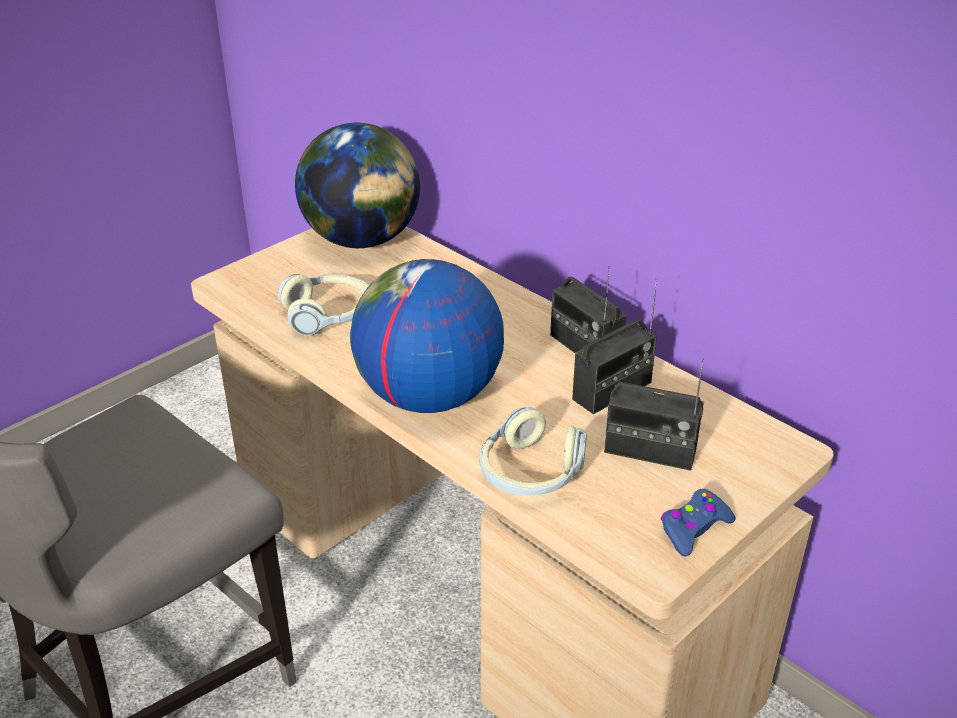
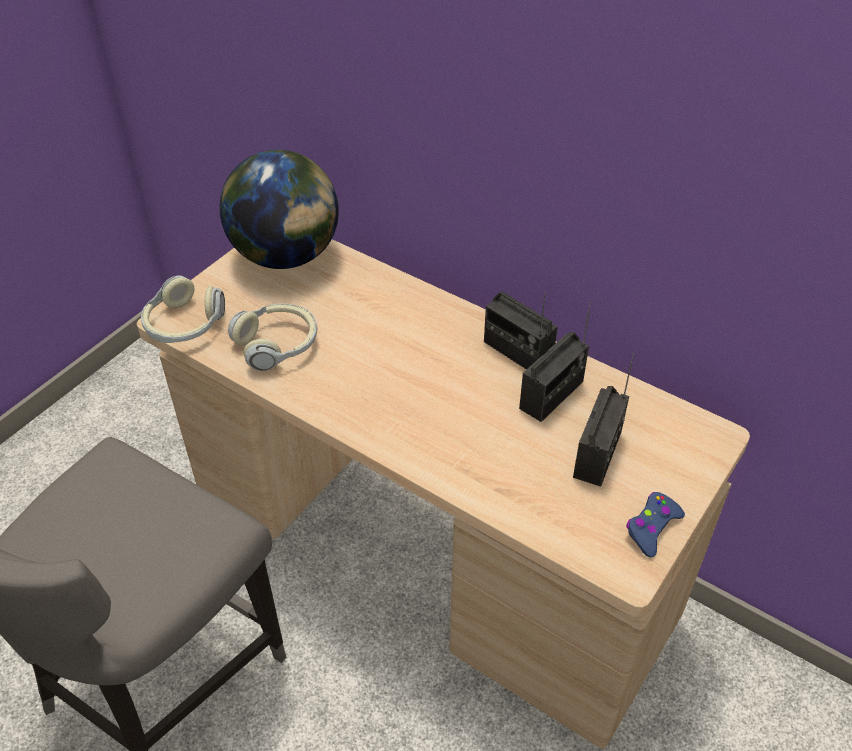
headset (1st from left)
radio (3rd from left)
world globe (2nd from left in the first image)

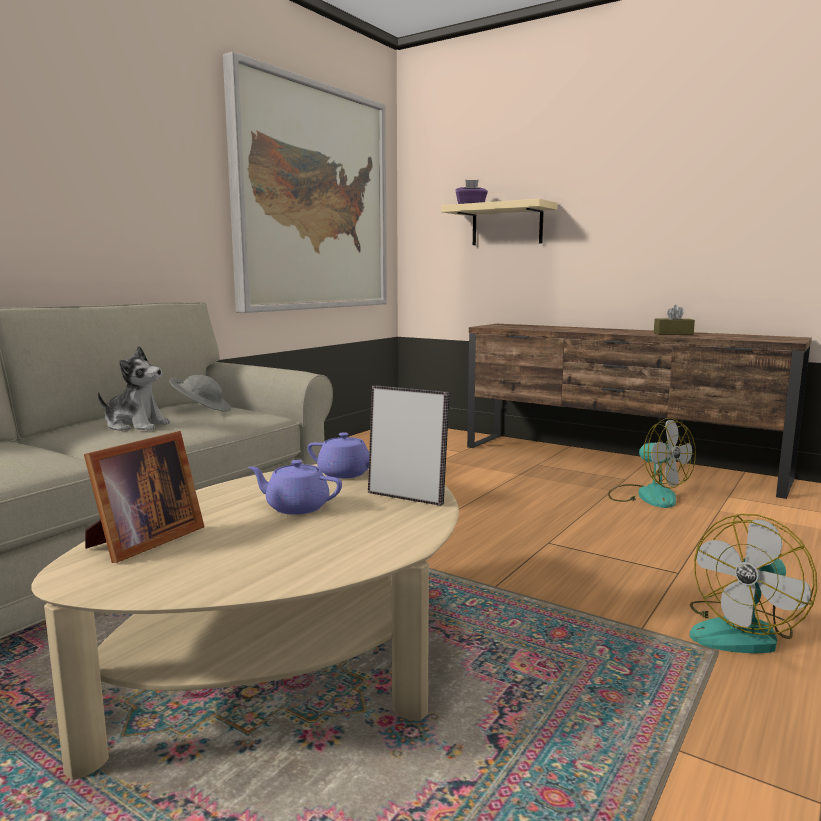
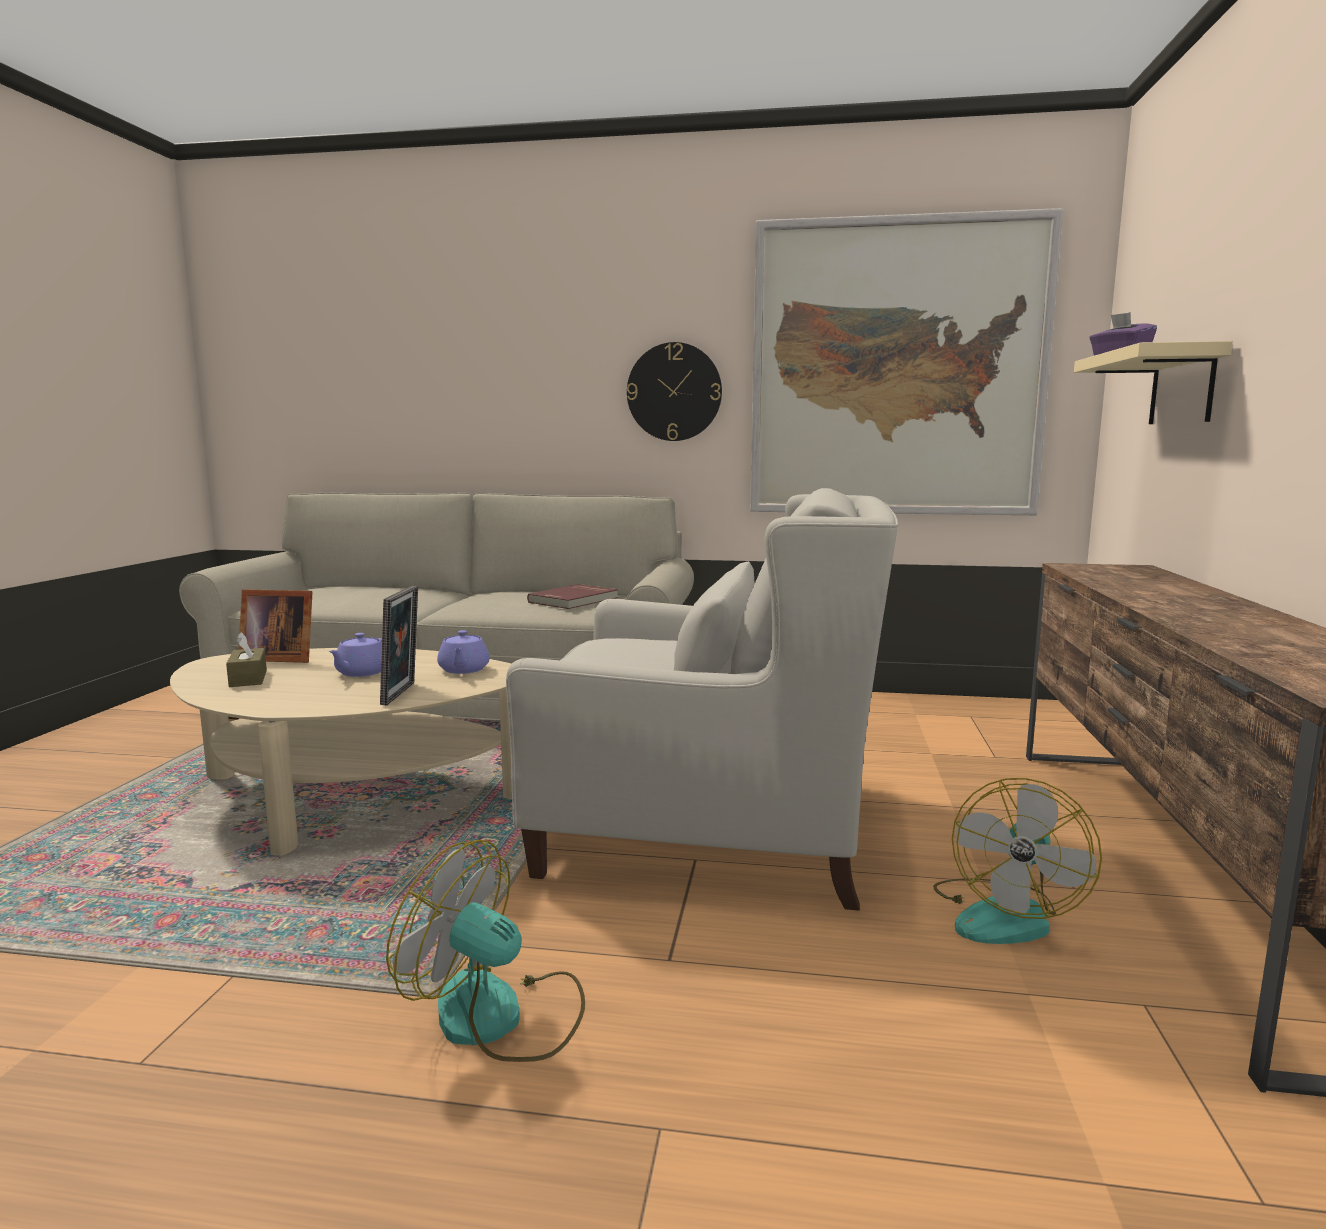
brown-coloured tissue box
purplish tea pot (1st from left)
whitish armchair
reddish bound book
clock on the wall
soft toy

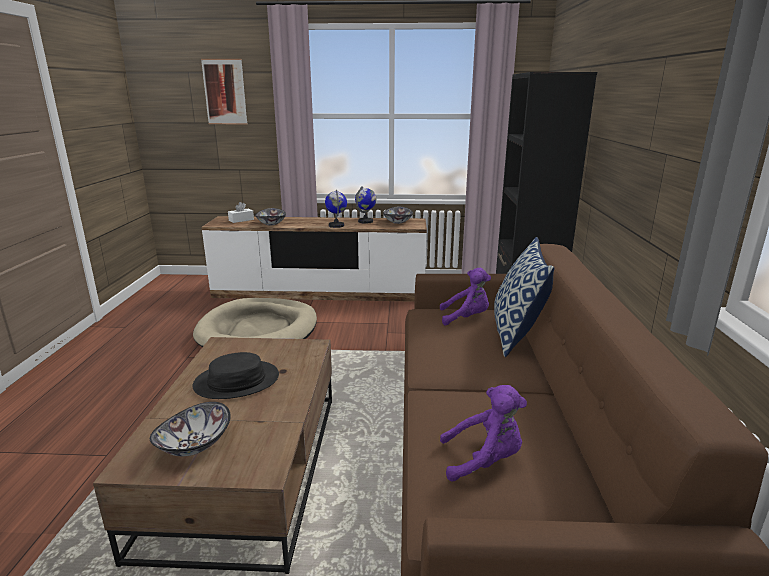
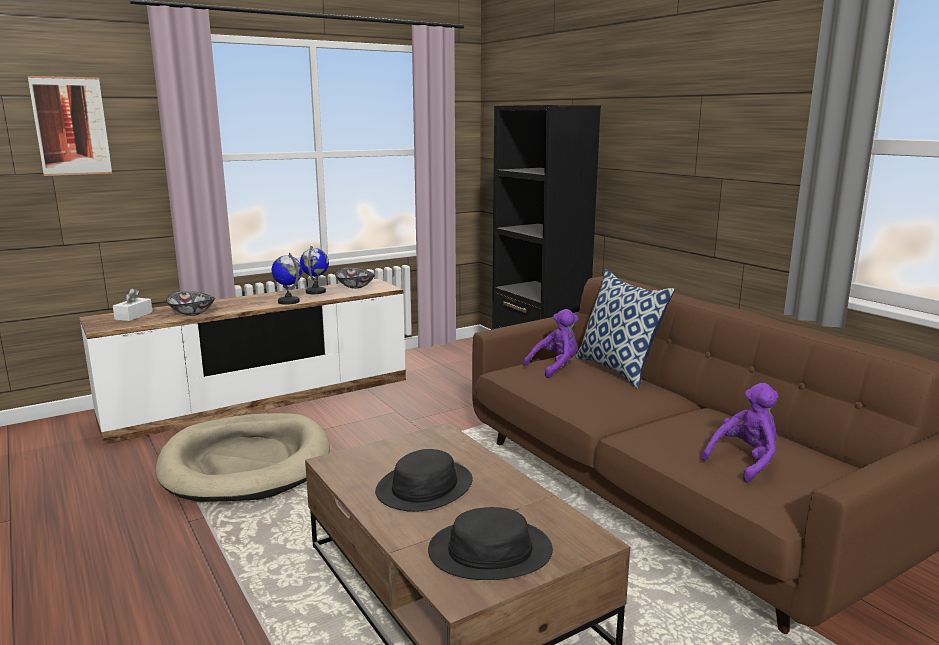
black-coloured clothing hat (2nd from left)

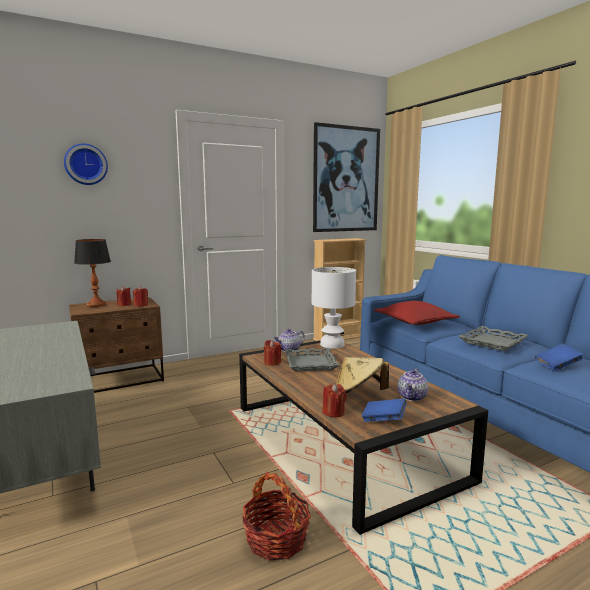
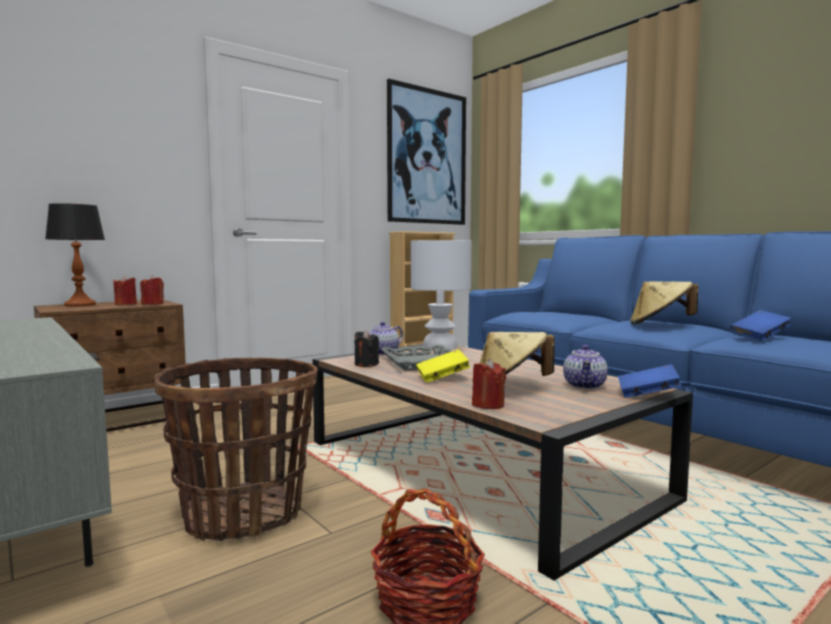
storage basket (1st from left)
black-coloured candle
yellow-coloured bound book
blue-coloured bound book (1st from left)
sand-coloured clothing hat (2nd from left)
clock on the wall
reddish cushion

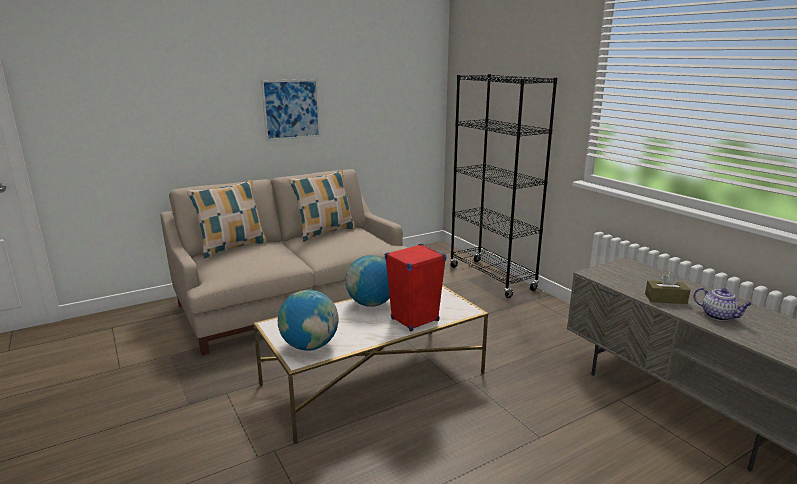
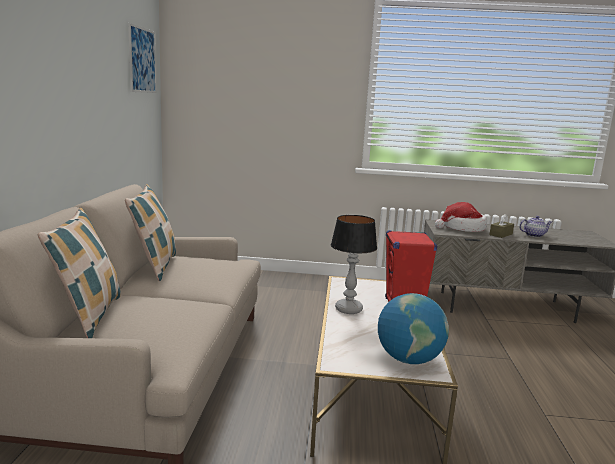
wall art
tabletop lamp
clothing hat
black-coloured shelving unit

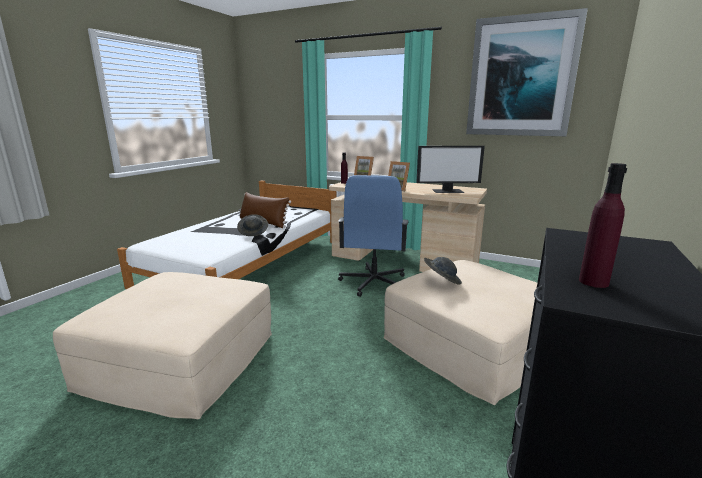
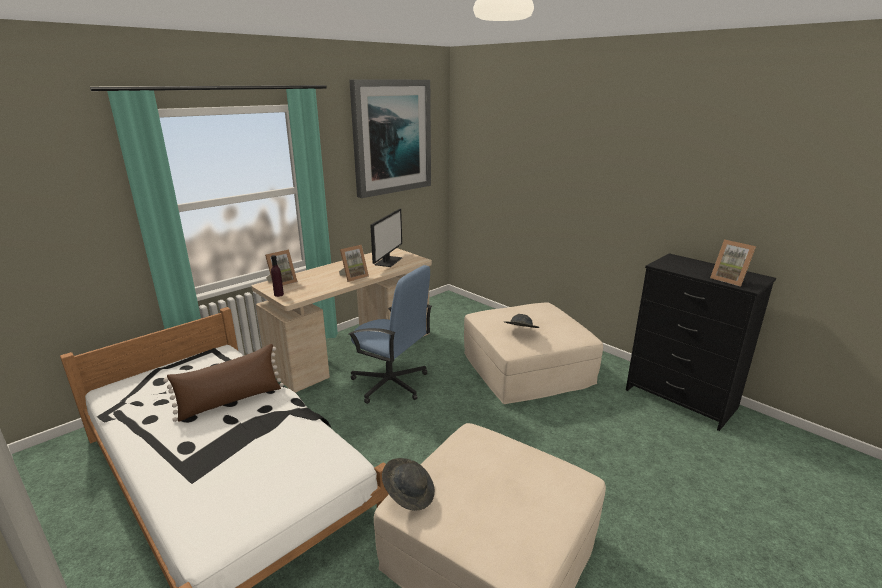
gray clothing hat (1st from left)
picture frame (3rd from left)

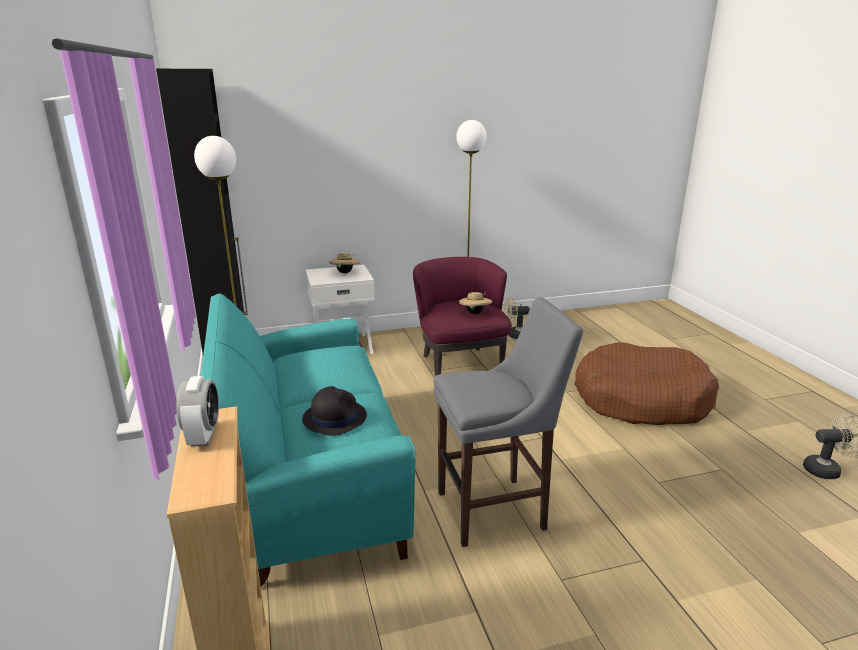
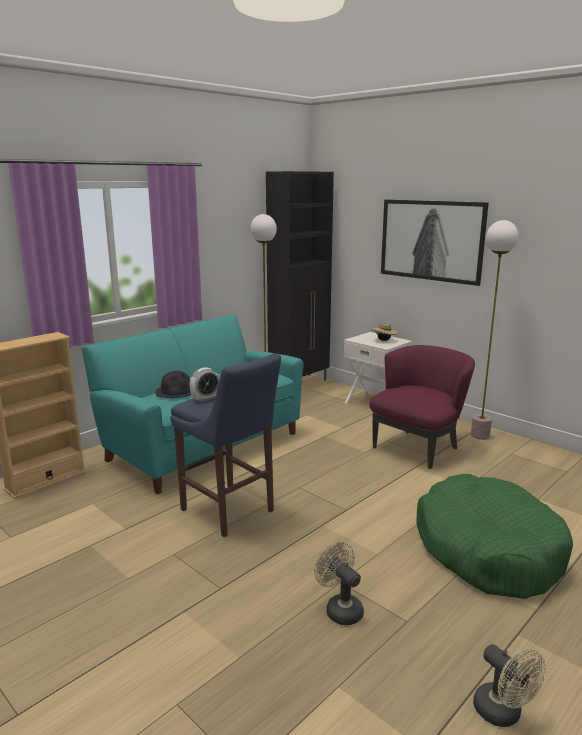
blue-coloured stool
table clock
sand-coloured electric fan (1st from left)
wall art
green dog bed
sand-coloured clothing hat (2nd from left in the first image)

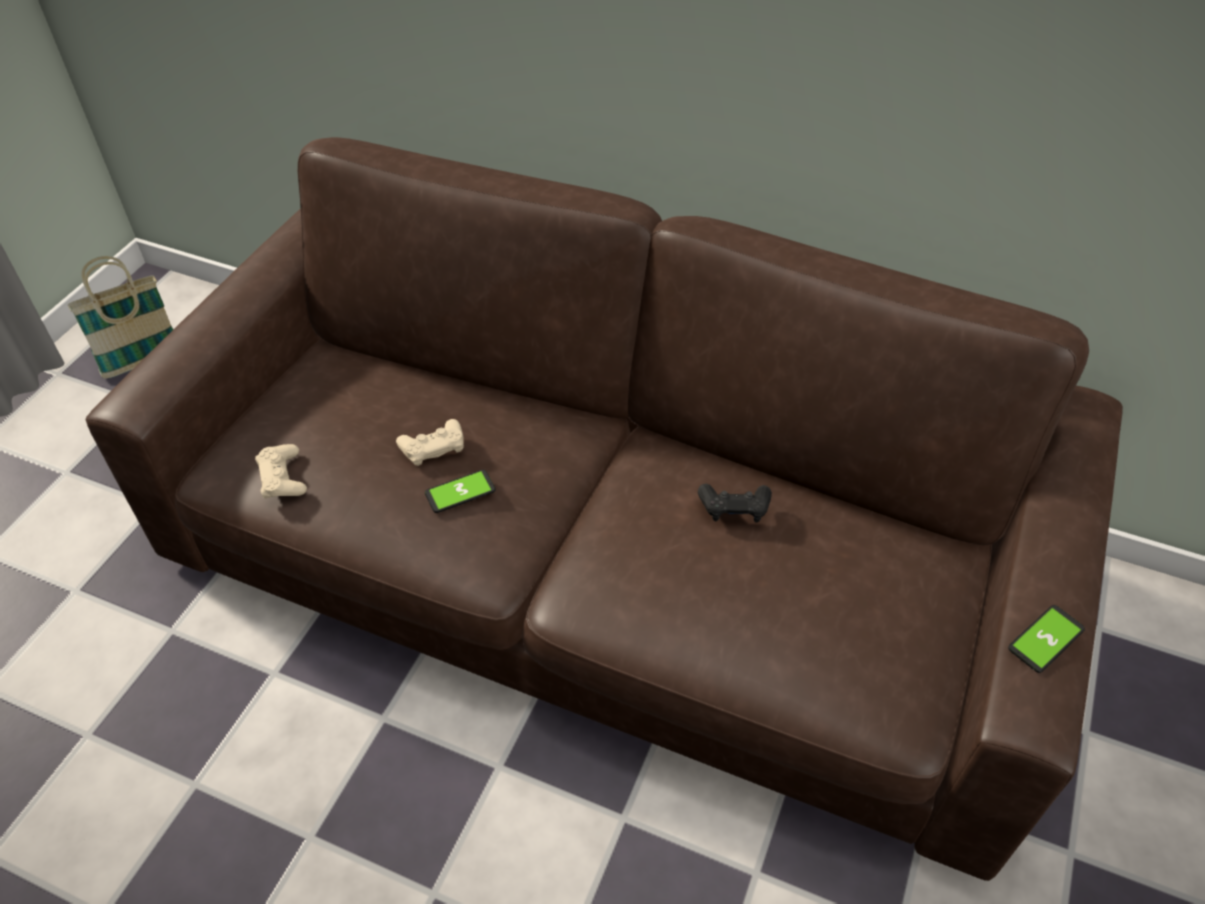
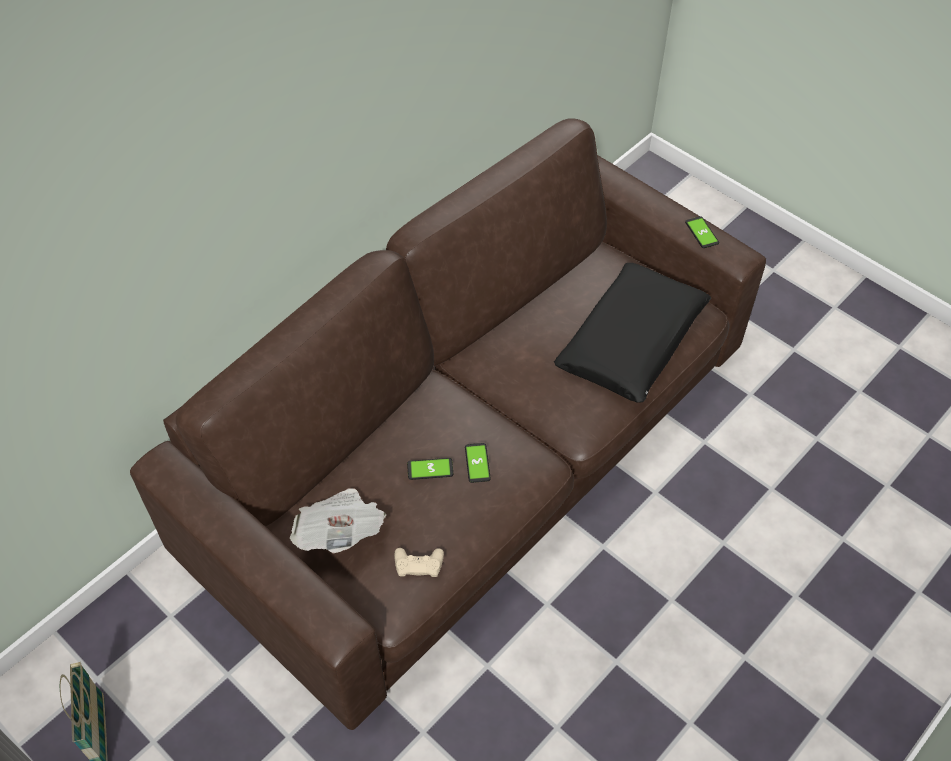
newspaper
phone (1st from left)
black-coloured cushion
black-coloured joypad

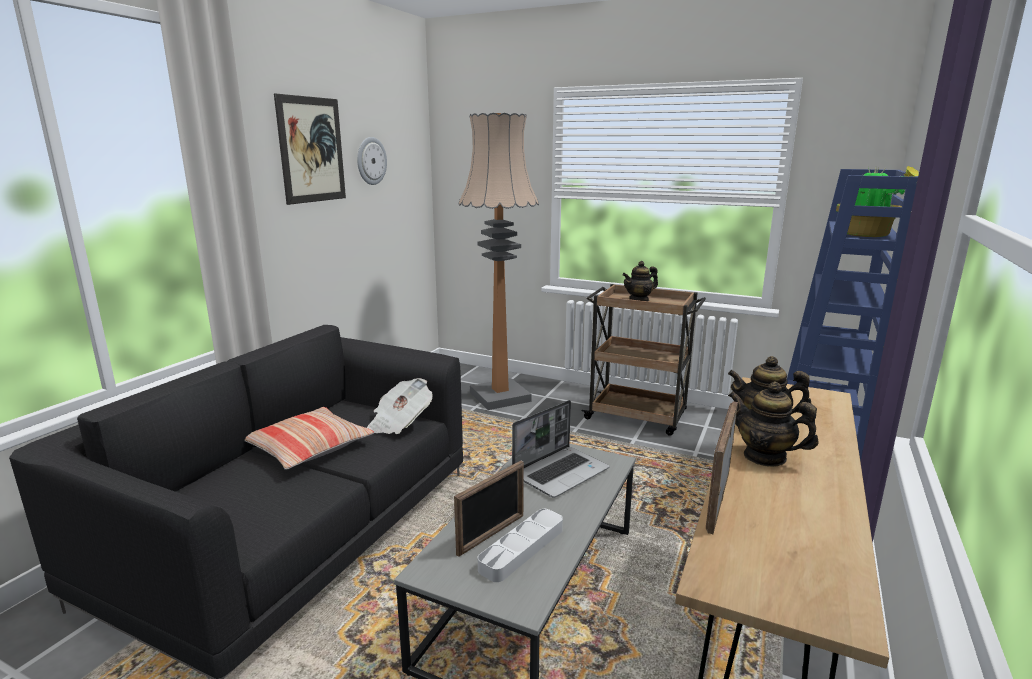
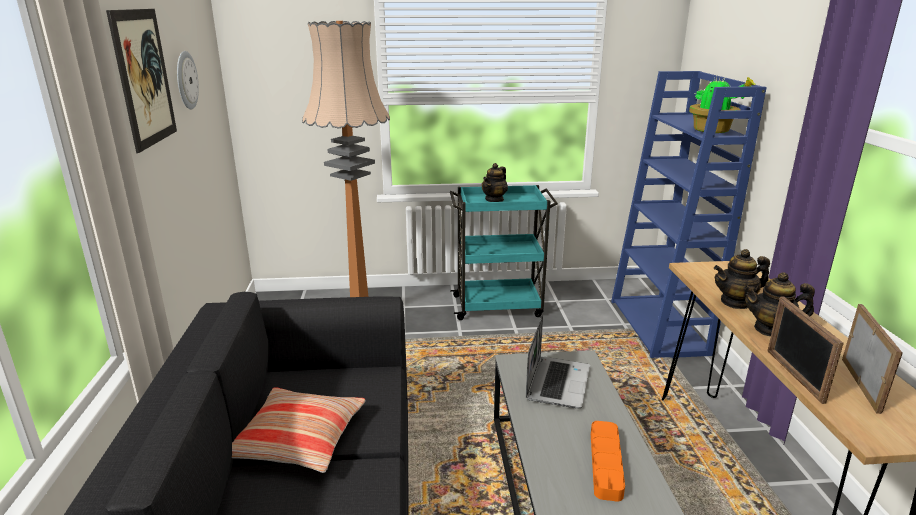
turquoise cart
orange tray
picture frame (2nd from left)
newspaper

